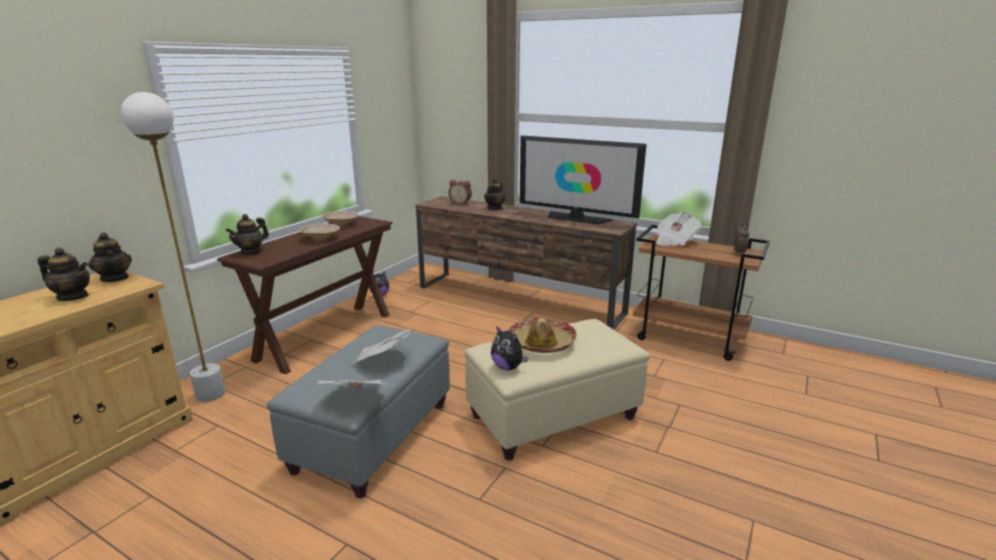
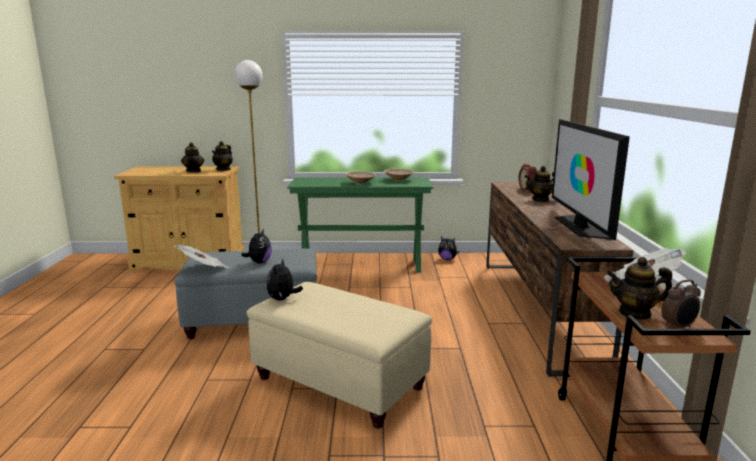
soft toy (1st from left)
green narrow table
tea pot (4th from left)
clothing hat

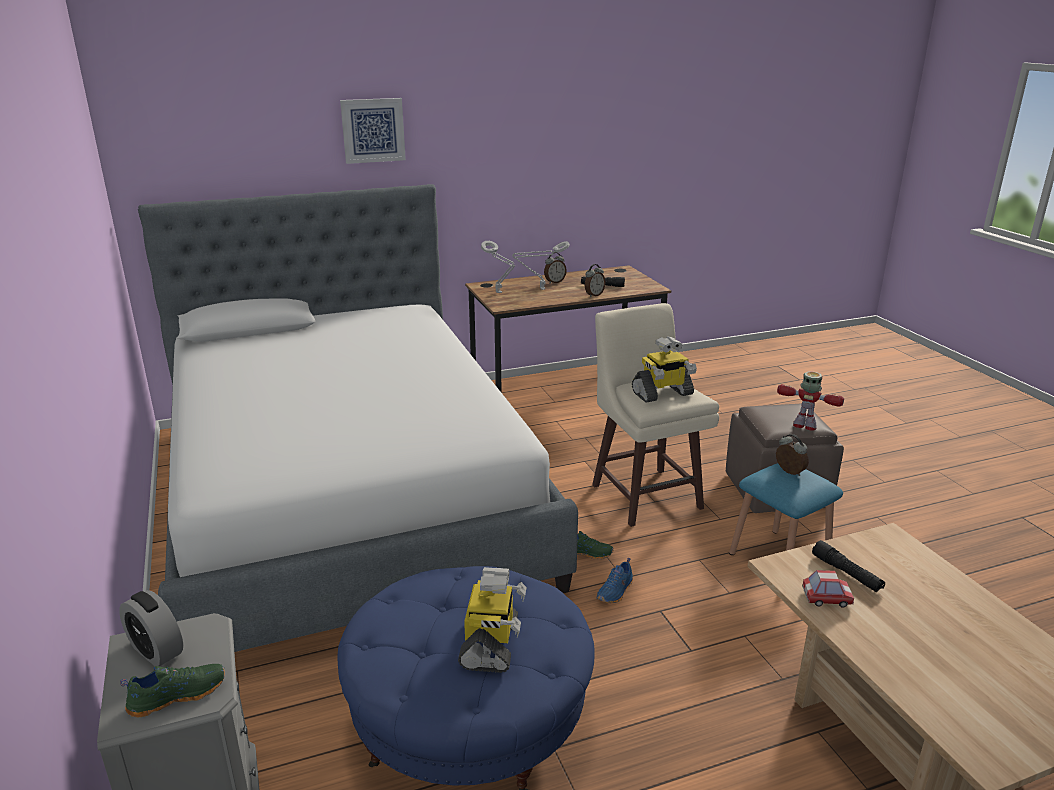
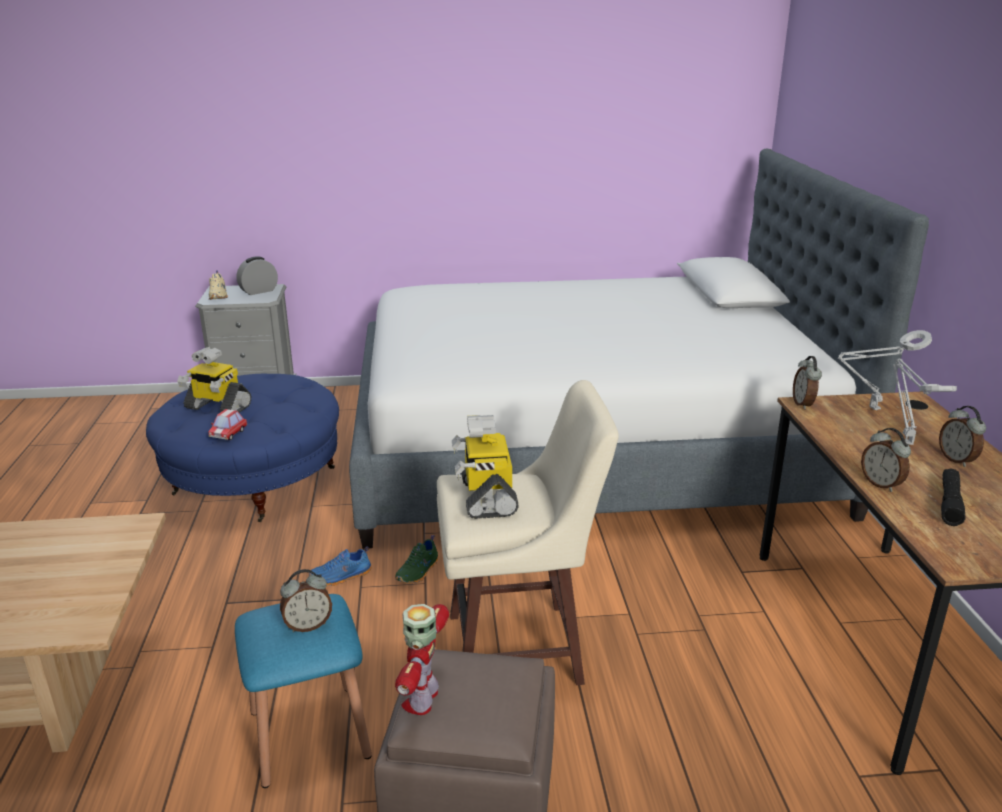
miniature car
sand-coloured item of footwear
blue-coloured item of footwear
toy robot (2nd from left)
table clock (3rd from left)
wall art
black-coloured flashlight (2nd from left in the first image)

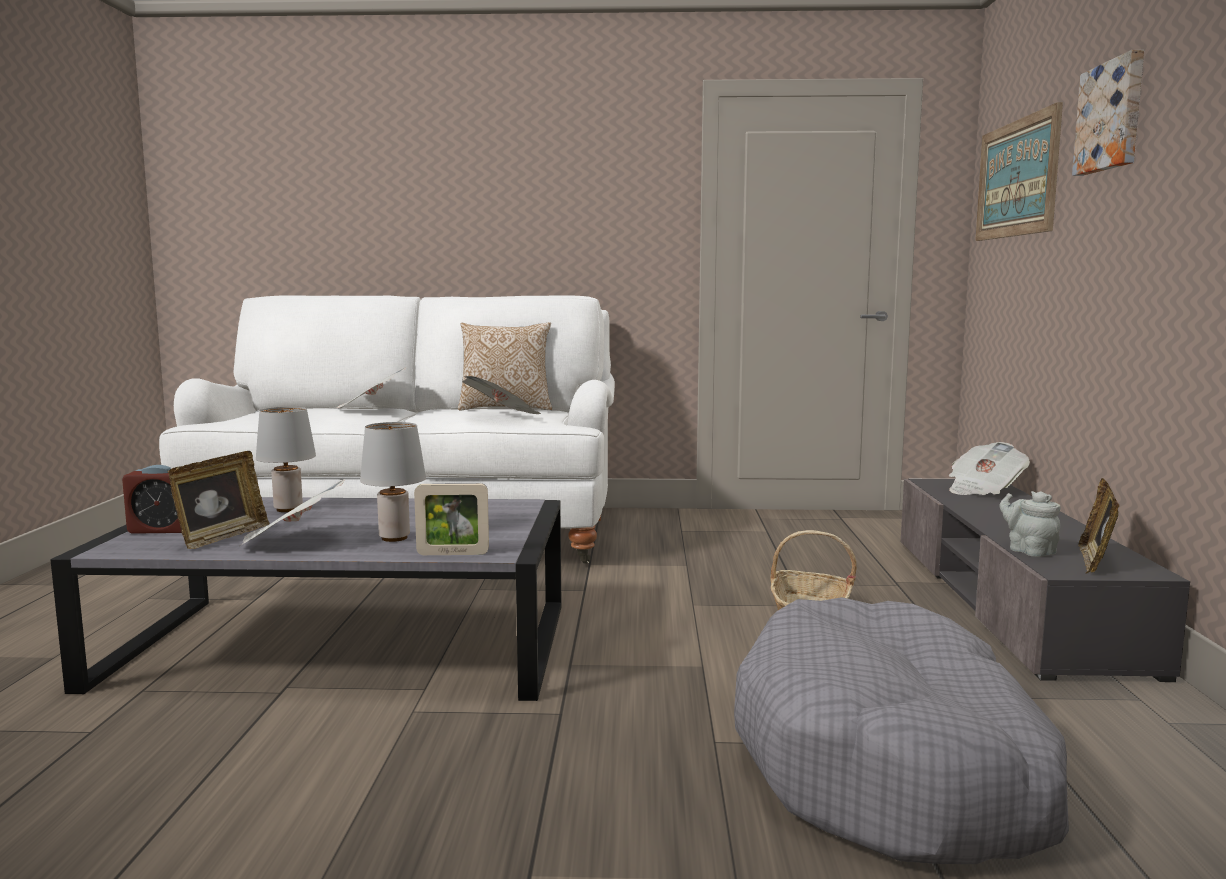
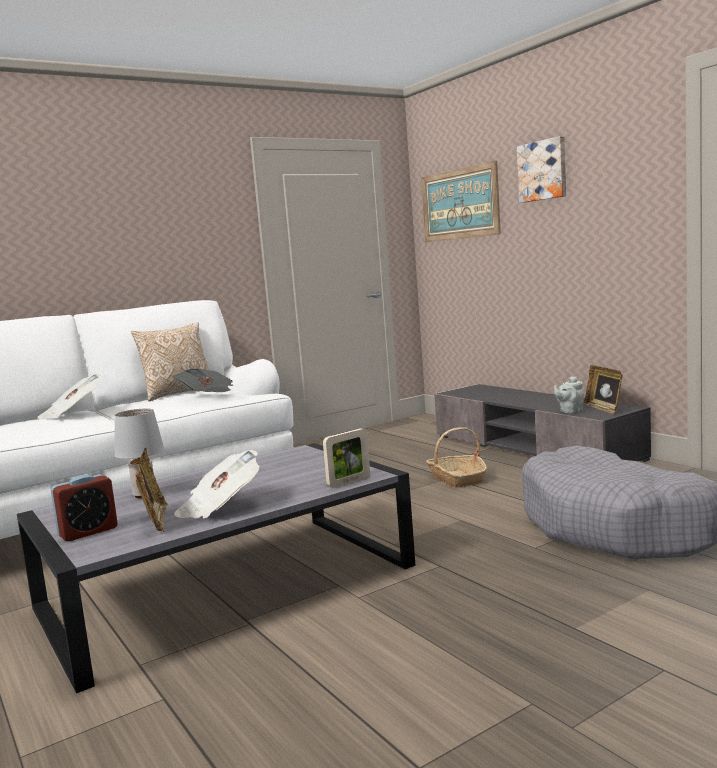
gray tea pot
gray tabletop lamp (2nd from left in the first image)
newspaper (4th from left in the first image)

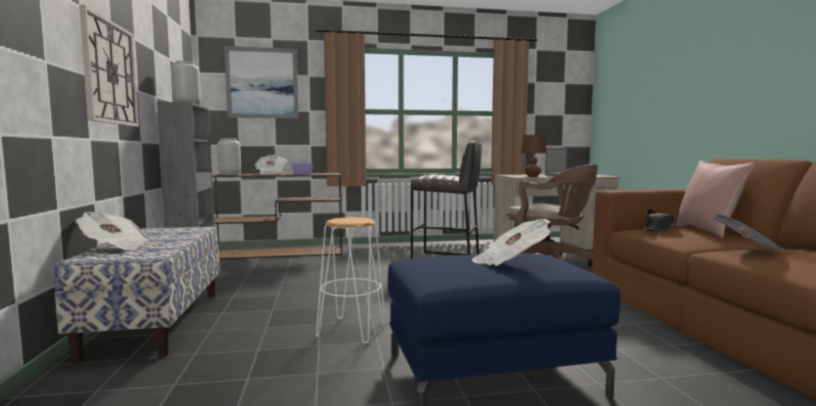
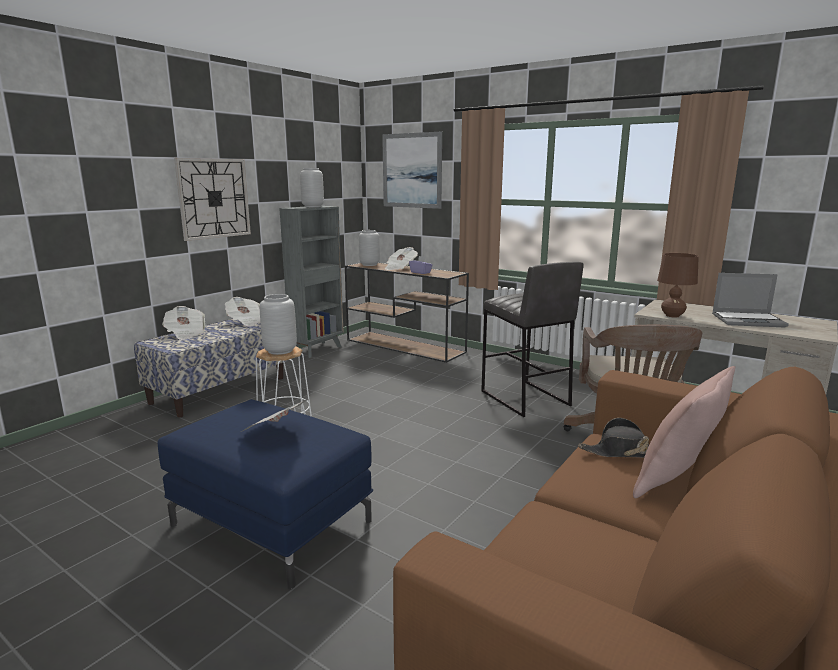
newspaper (2nd from left)
gray decorative vase (1st from left)

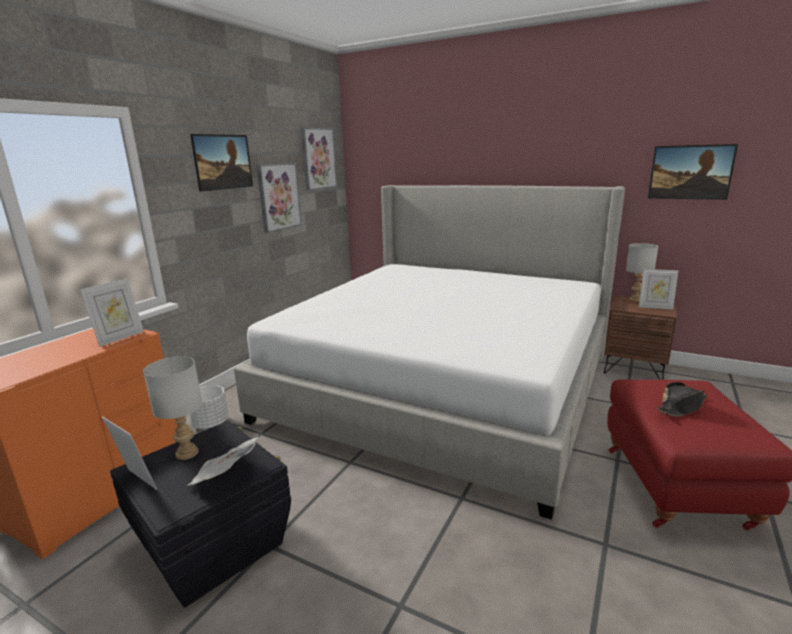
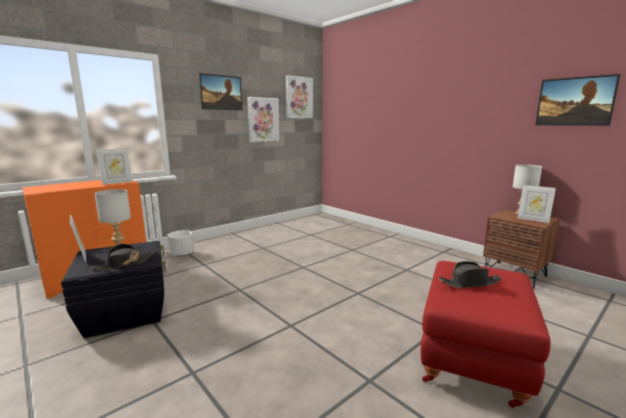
black-coloured clothing hat (1st from left)
bedroom bed

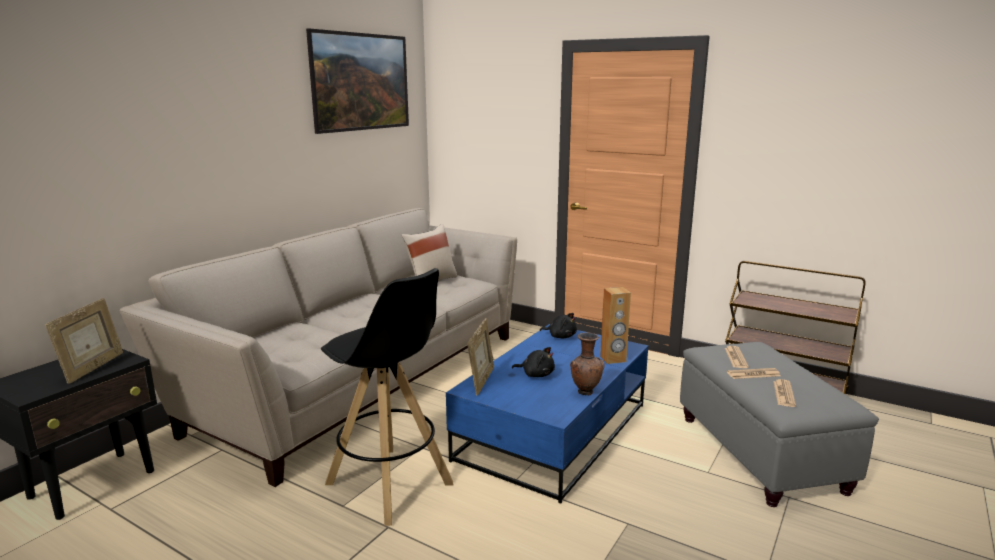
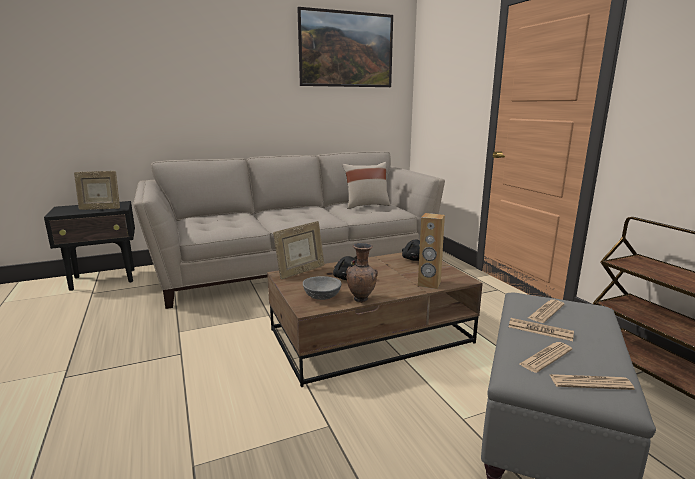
picture frame (1st from left)
brown-coloured low table
gray serving bowl
newspaper (4th from left)
black-coloured stool

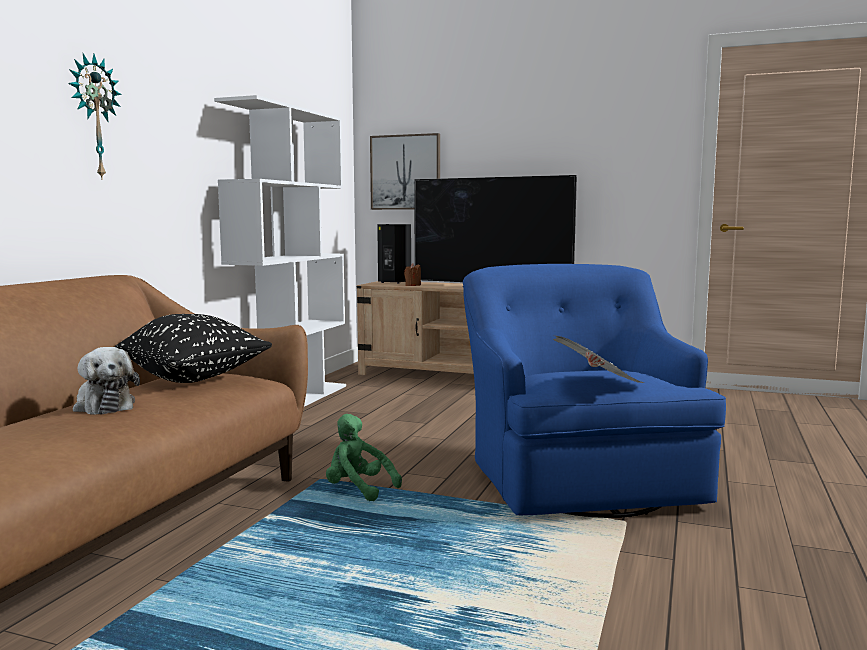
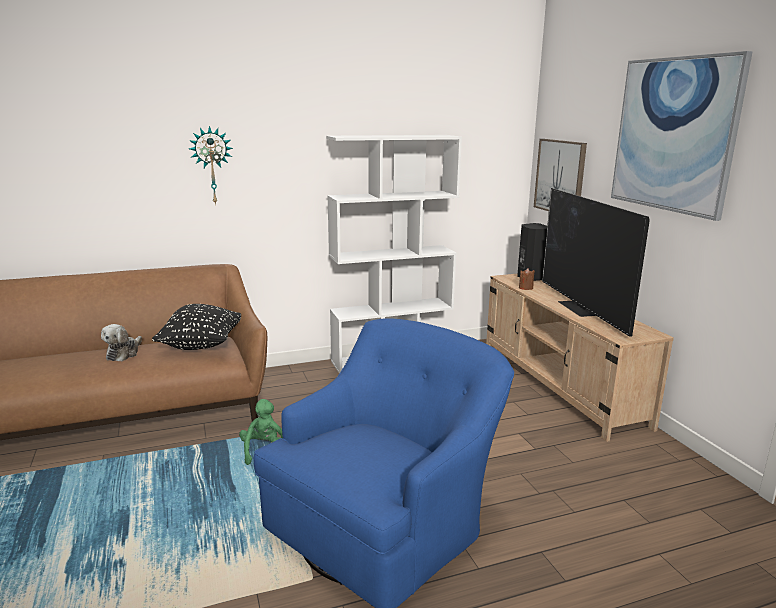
wall art (2nd from left)
newspaper

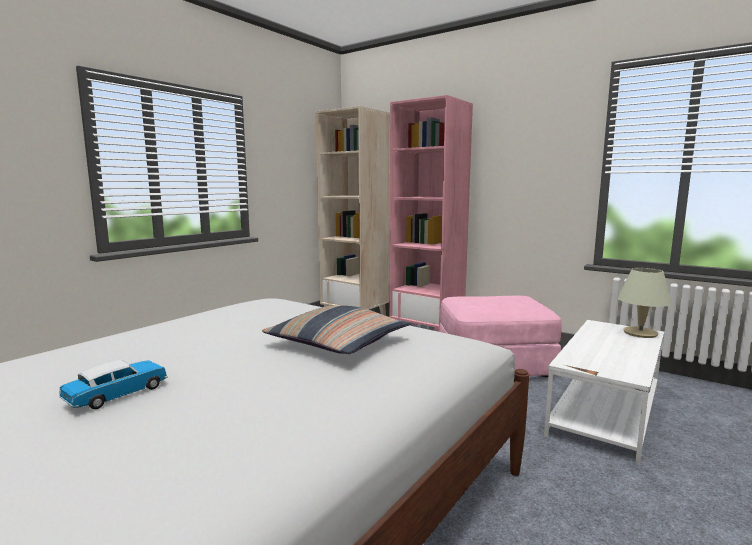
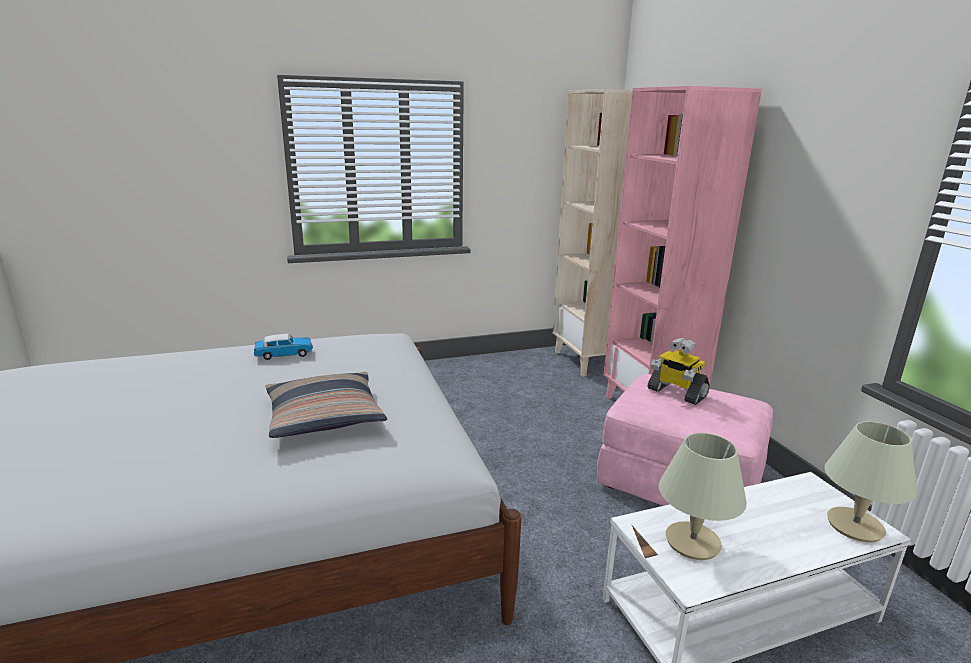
miniature car
toy robot
sand-coloured tabletop lamp (1st from left)

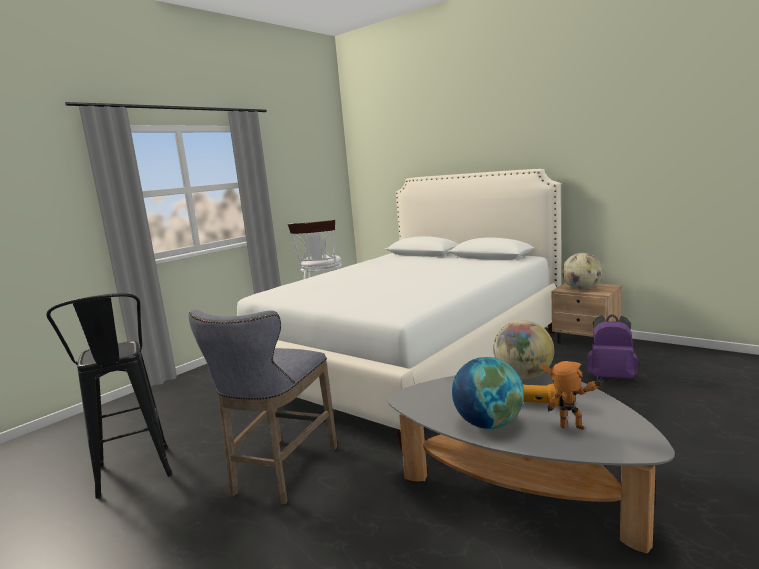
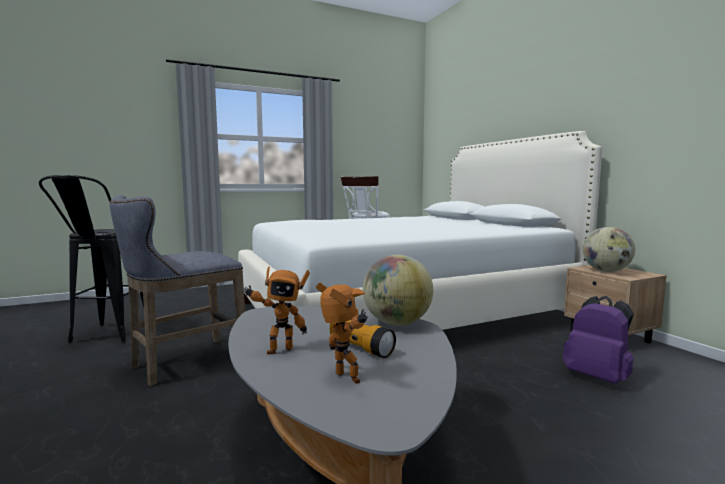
toy robot (1st from left)

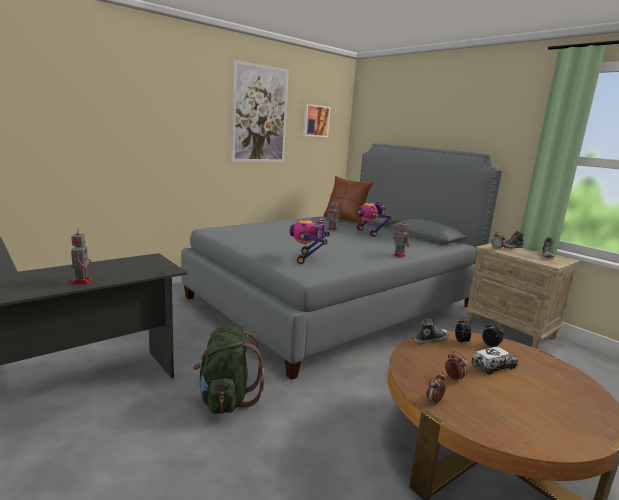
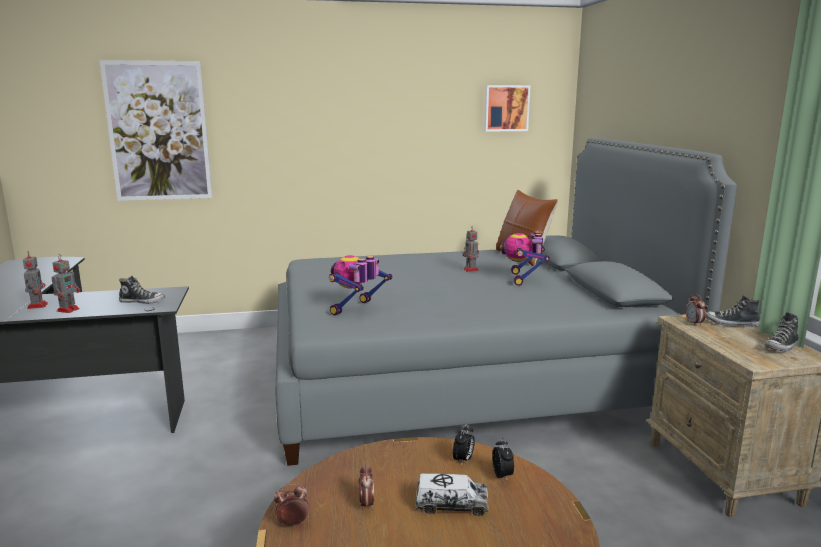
toy robot (1st from left)
wall art (1st from left)
item of footwear (1st from left)
green backpack

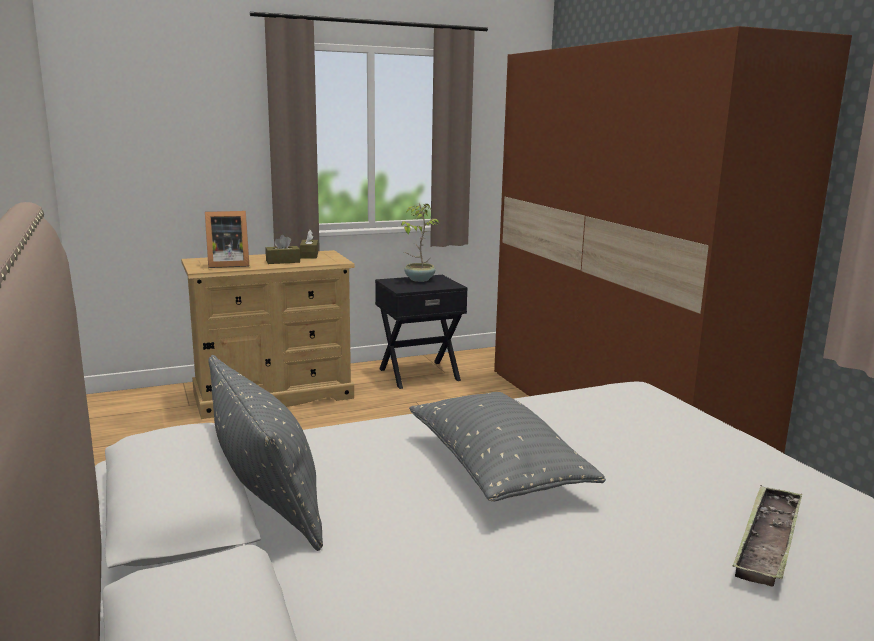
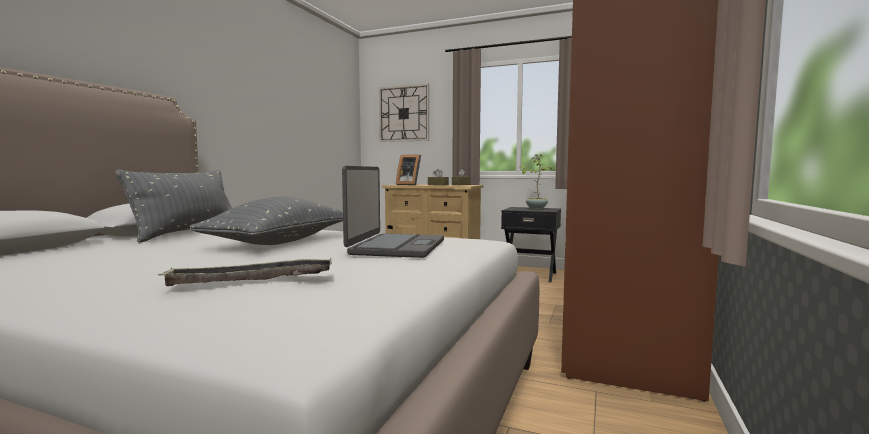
notebook computer
clock on the wall

